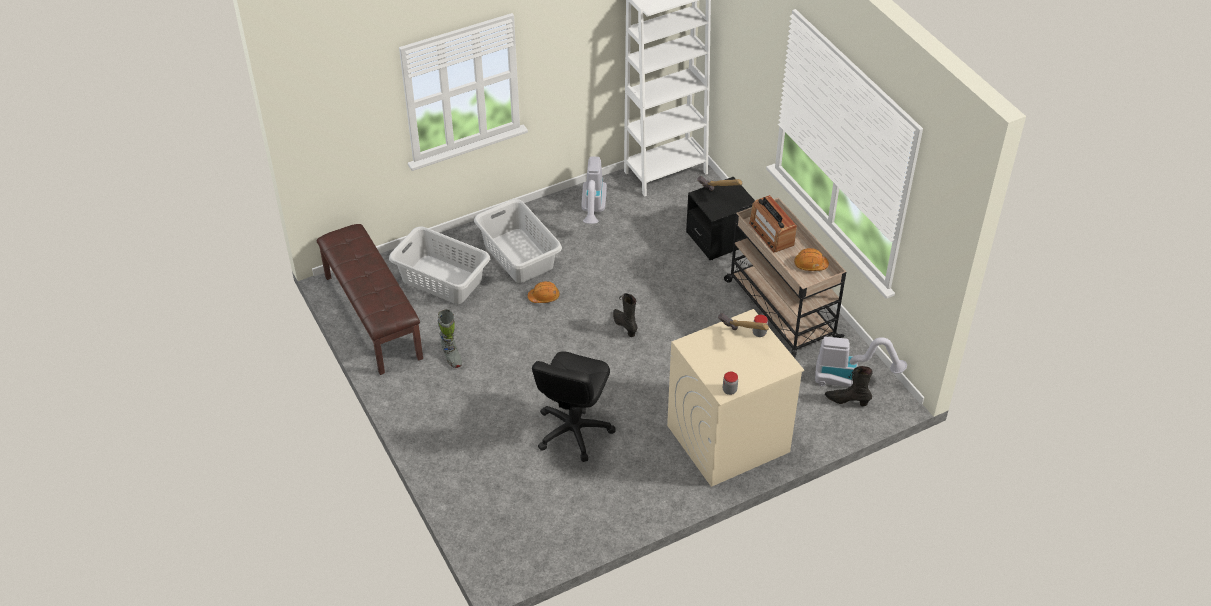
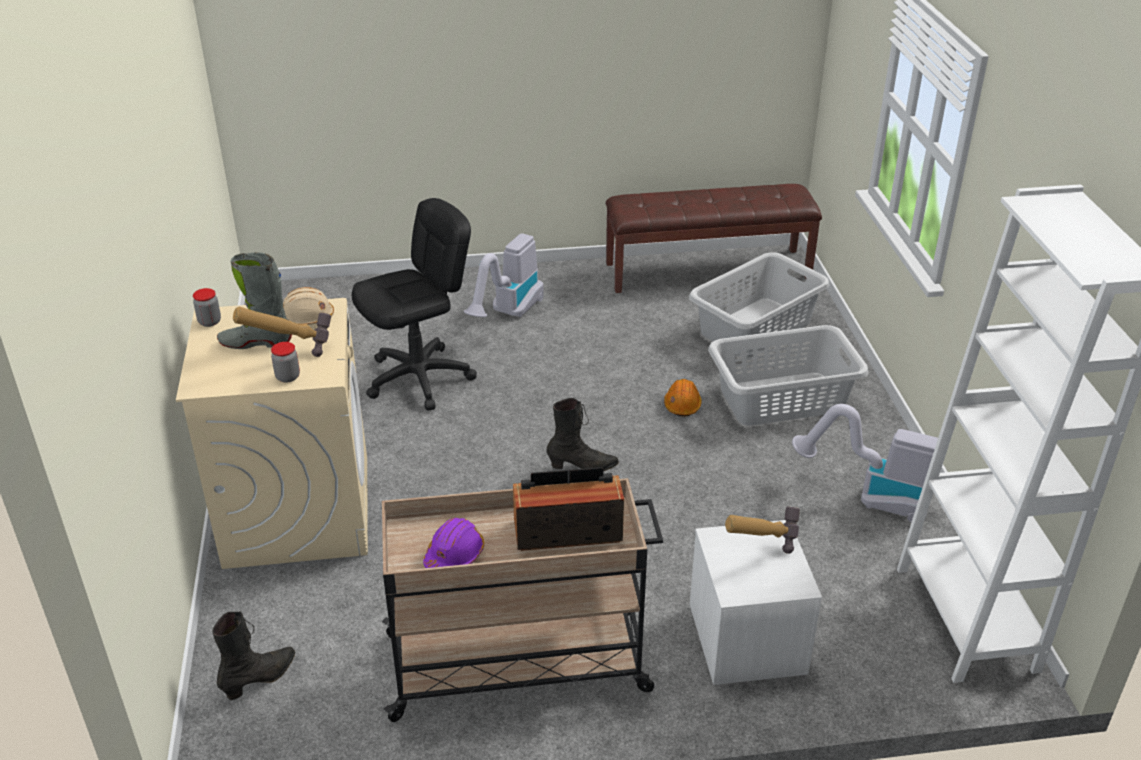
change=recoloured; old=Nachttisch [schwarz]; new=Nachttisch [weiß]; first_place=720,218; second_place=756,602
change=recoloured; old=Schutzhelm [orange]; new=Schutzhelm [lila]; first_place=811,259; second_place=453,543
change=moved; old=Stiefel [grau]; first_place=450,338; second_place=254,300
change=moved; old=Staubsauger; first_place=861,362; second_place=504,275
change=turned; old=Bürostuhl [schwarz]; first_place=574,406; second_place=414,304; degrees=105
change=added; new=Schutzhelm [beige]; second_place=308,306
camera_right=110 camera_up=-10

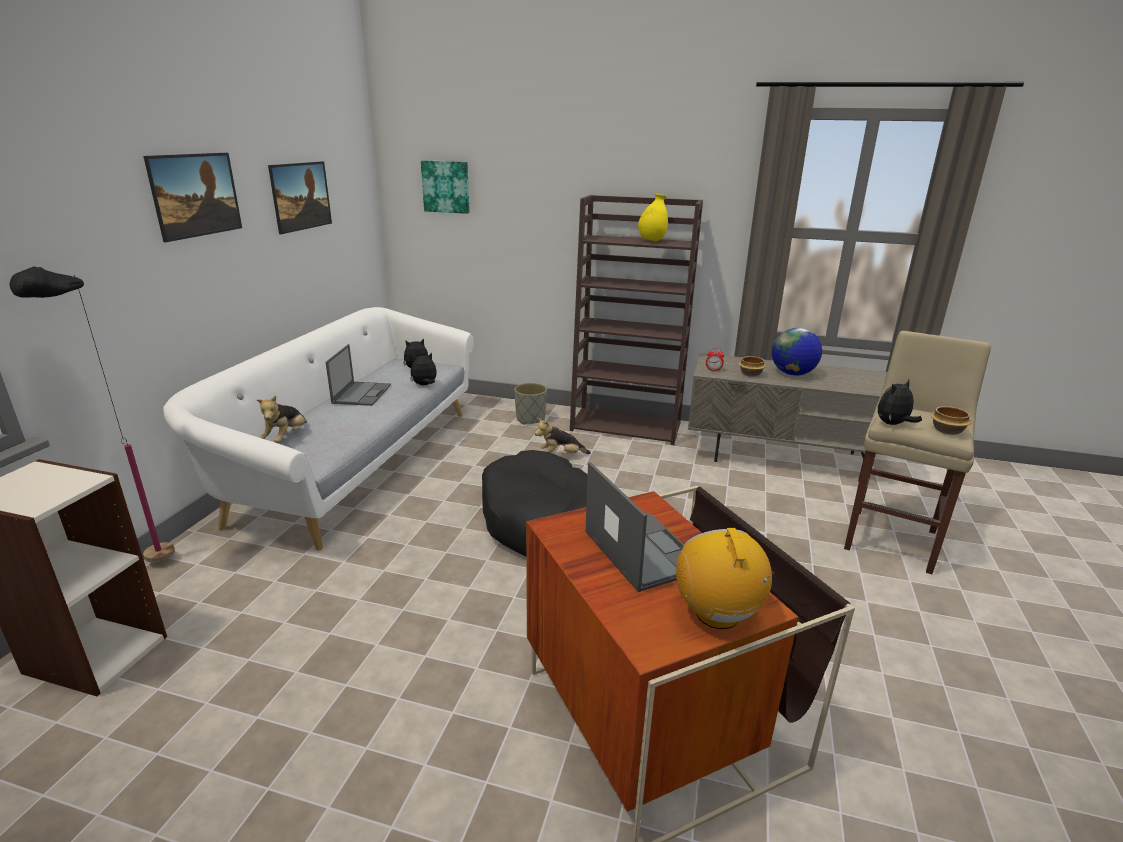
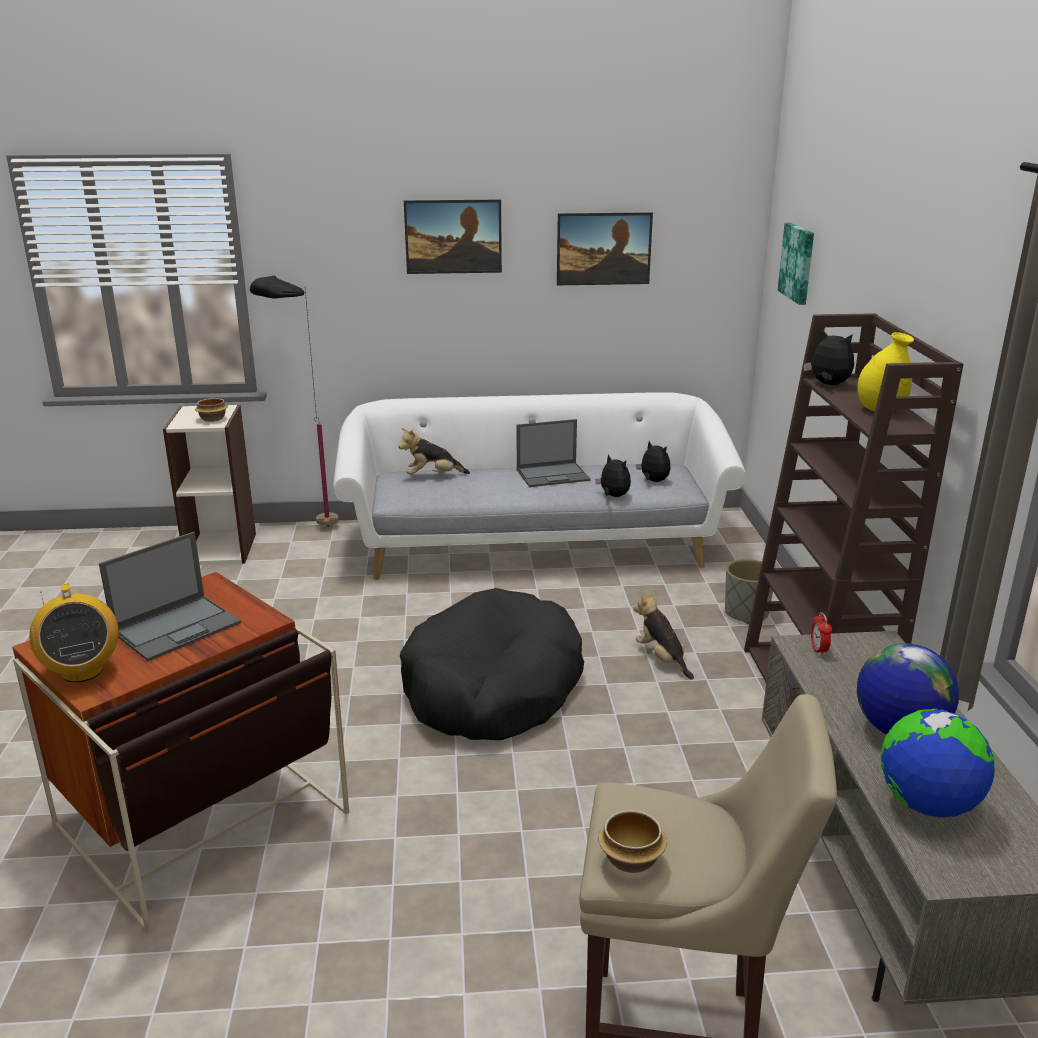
change=moved; old=Schüssel; first_place=752,366; second_place=211,410
change=moved; old=Plüschtier; first_place=900,402; second_place=829,357
change=turned; old=Radio; first_place=725,578; second_place=74,633; degrees=90
change=added; new=Globus; second_place=938,763
camera_right=70 camera_up=0

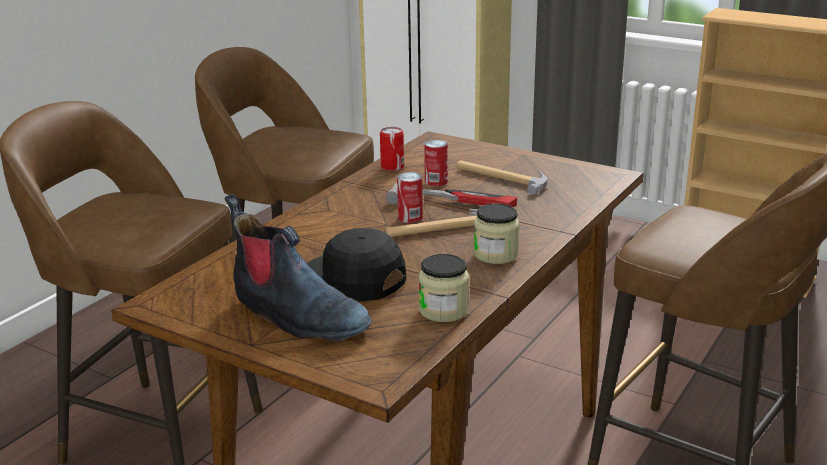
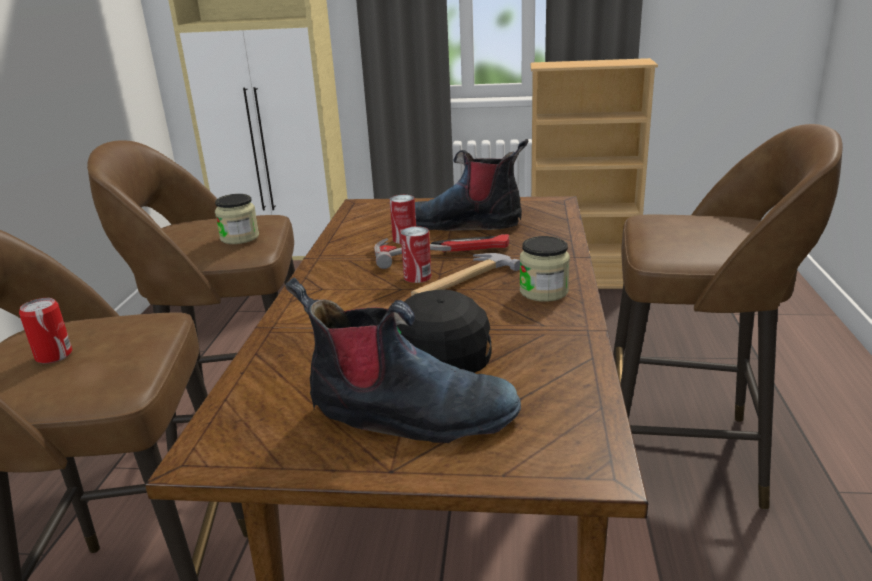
change=moved; old=Dose; first_place=392,149; second_place=45,331
change=replaced; old=Hammer; new=Stiefel; first_place=501,178; second_place=472,185
change=moved; old=Vorratsglas; first_place=444,288; second_place=237,219
camera_right=-25 camera_up=0

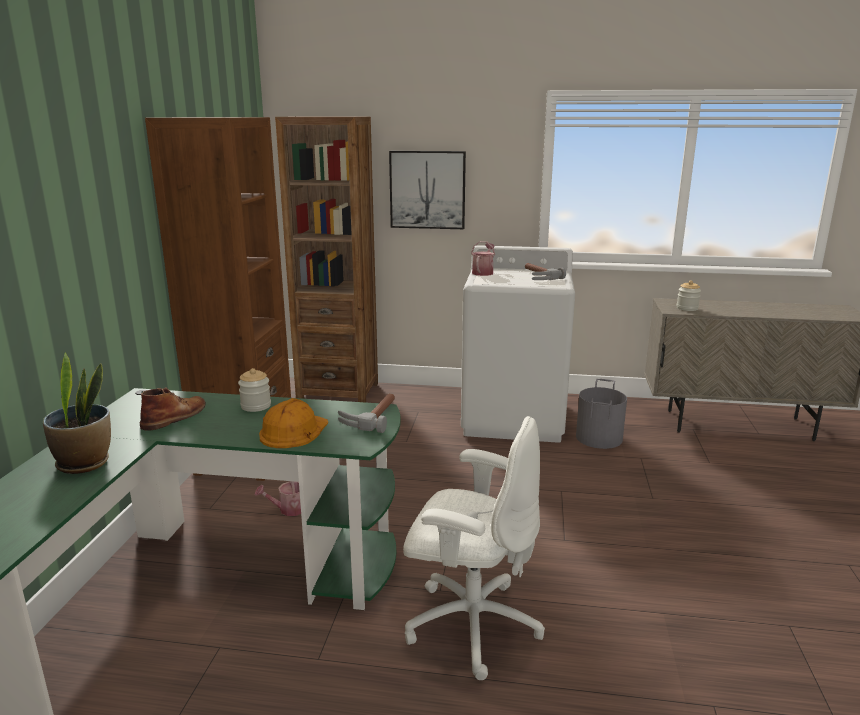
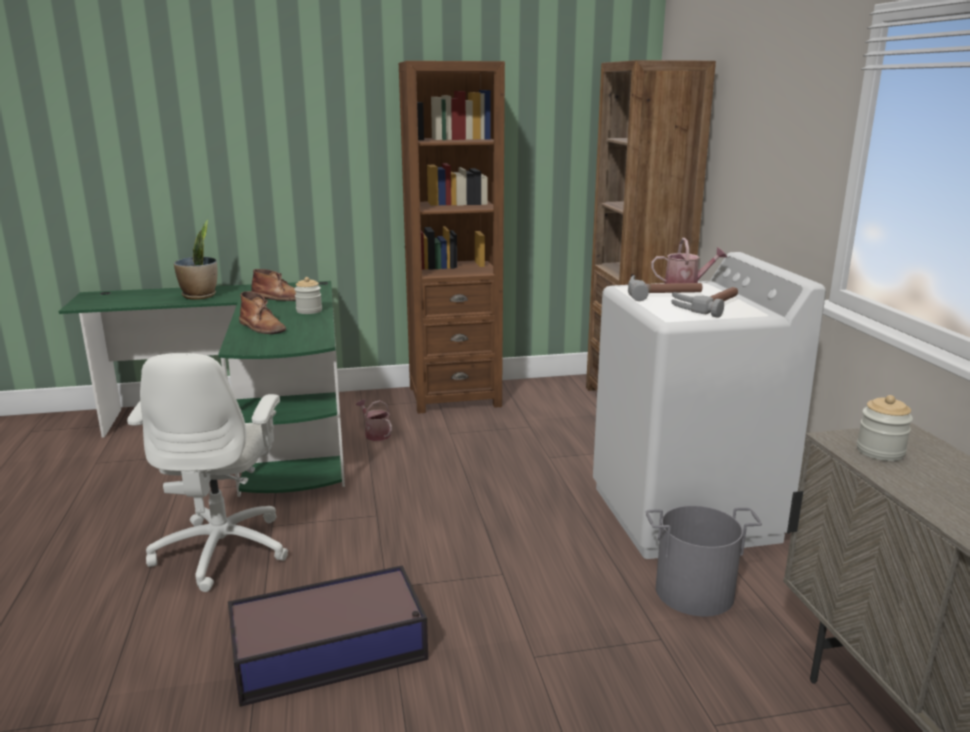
change=removed; old=Bild; first_place=427,190
change=moved; old=Hammer; first_place=366,413; second_place=665,288
change=replaced; old=Schutzhelm [orange]; new=Stiefel [braun]; first_place=293,423; second_place=262,312
change=added; new=Aufbewahrungsbox; second_place=328,636
camera_right=70 camera_up=0

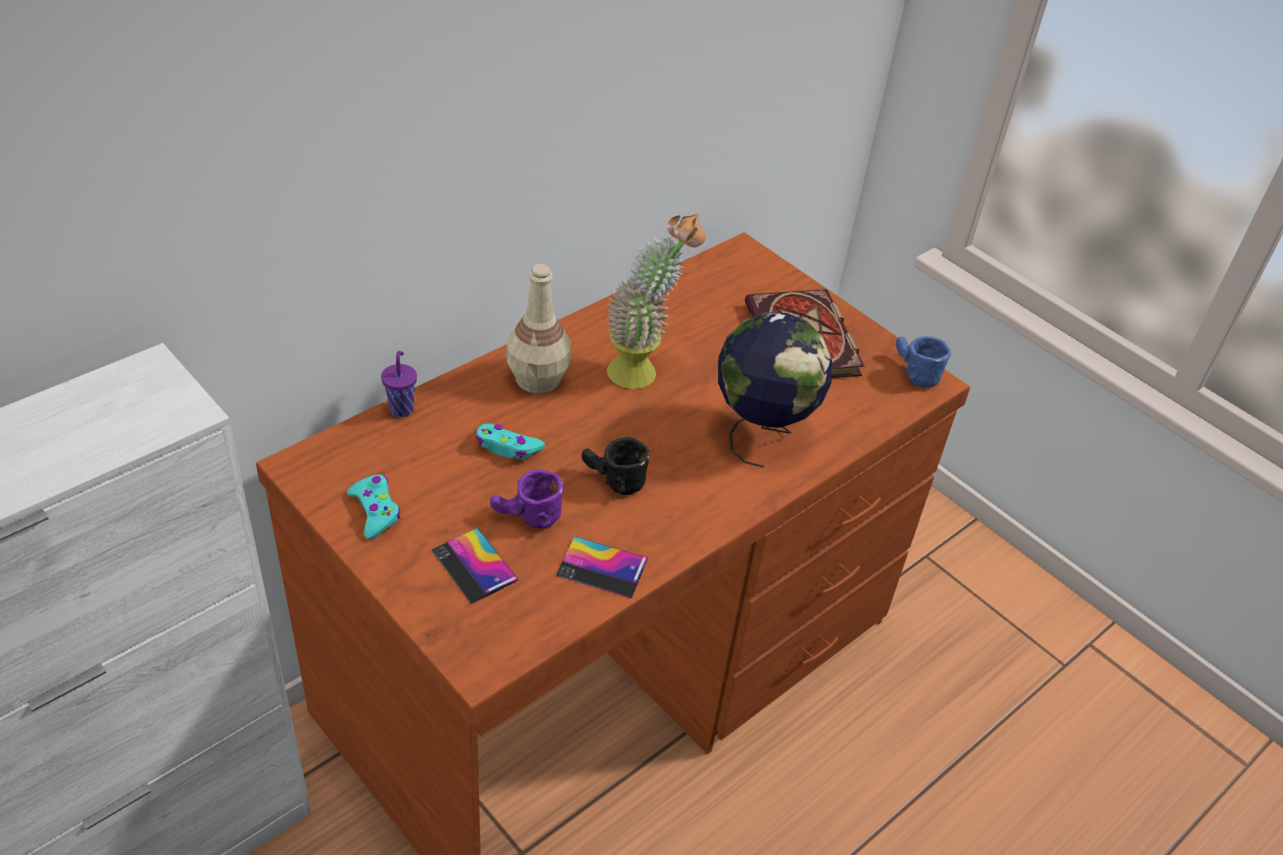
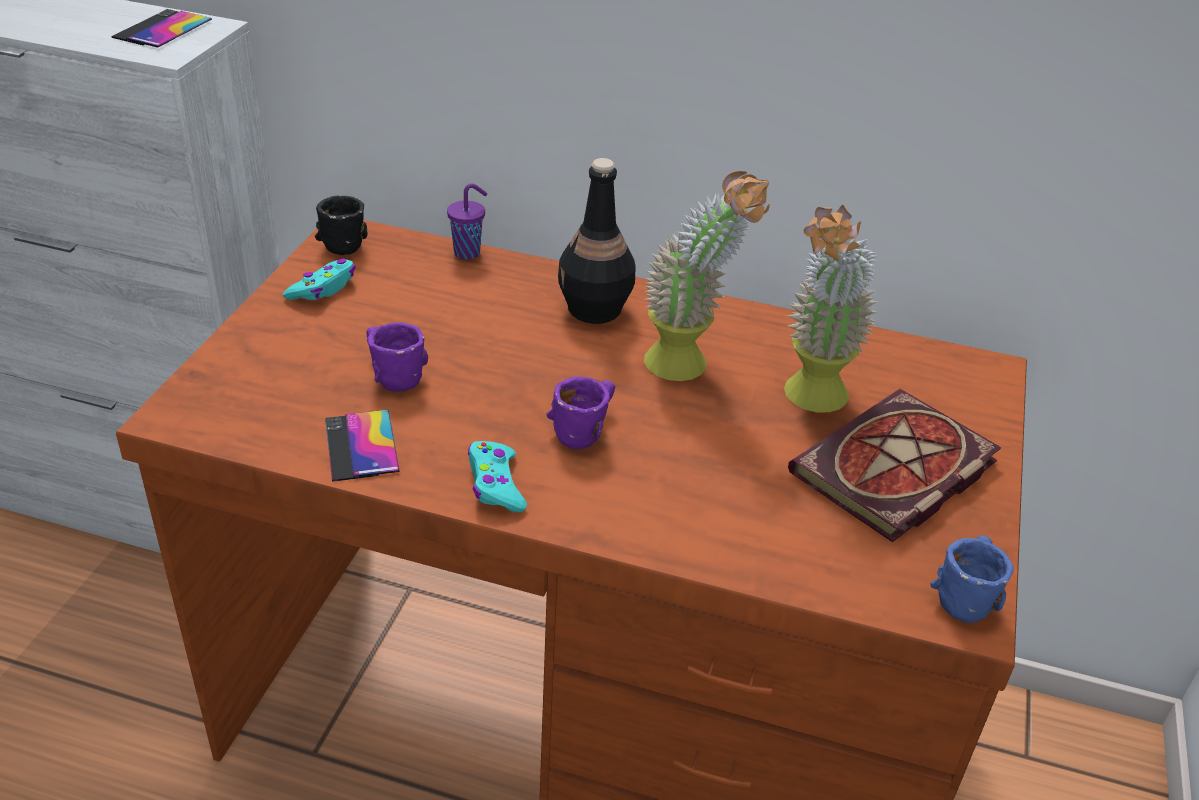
change=recoloured; old=Flasche [beige]; new=Flasche [schwarz]; first_place=538,329; second_place=597,241
change=removed; old=Globus; first_place=775,390
change=moved; old=Gamepad [türkis]; first_place=510,441; second_place=497,476
change=moved; old=Henkelbecher [schwarz]; first_place=615,466; second_place=341,225
change=moved; old=Handy; first_place=475,566; second_place=162,28
change=added; new=Topfpflanze; second_place=830,309
change=added; new=Henkelbecher [lila]; second_place=580,413
camera_right=60 camera_up=-5

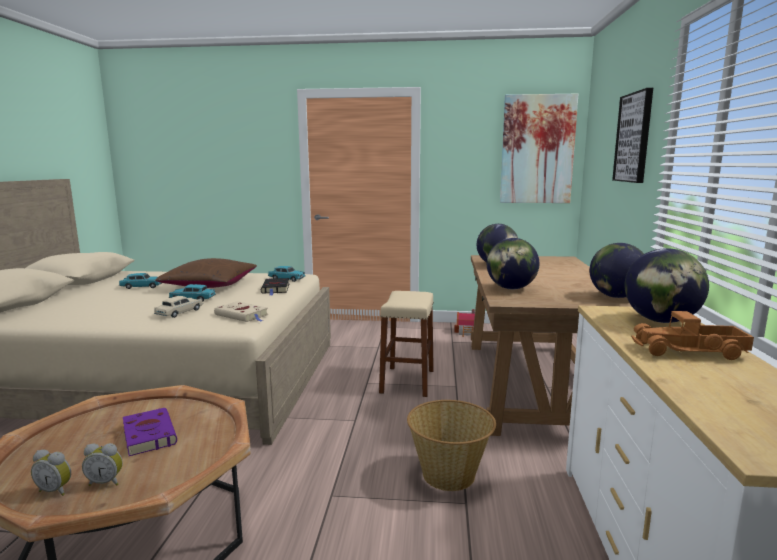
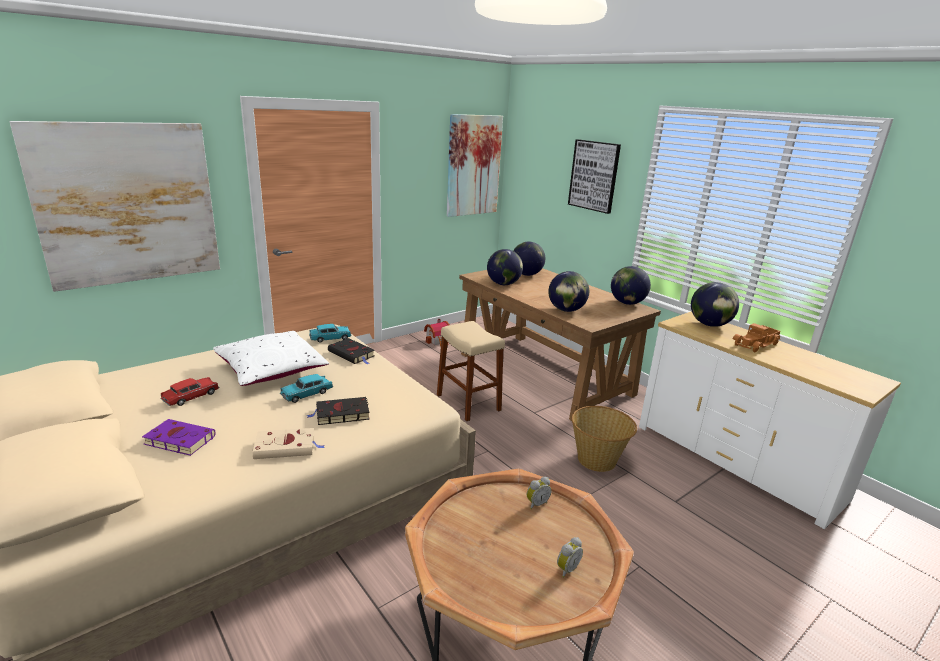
change=recoloured; old=Kissen [braun]; new=Kissen [weiß]; first_place=206,273; second_place=271,358
change=recoloured; old=Spielzeugauto [türkis]; new=Spielzeugauto [rot]; first_place=140,281; second_place=189,391
change=replaced; old=Spielzeugauto [beige]; new=Buch [schwarz]; first_place=178,307; second_place=338,411
change=moved; old=Buch [beige]; first_place=241,311; second_place=288,443
change=moved; old=Buch [lila]; first_place=150,432; second_place=179,437
change=moved; old=Wecker; first_place=51,473; second_place=539,493
change=added; new=Bild; second_place=114,206
change=added; new=Globus; second_place=529,259
camera_right=-45 camera_up=10

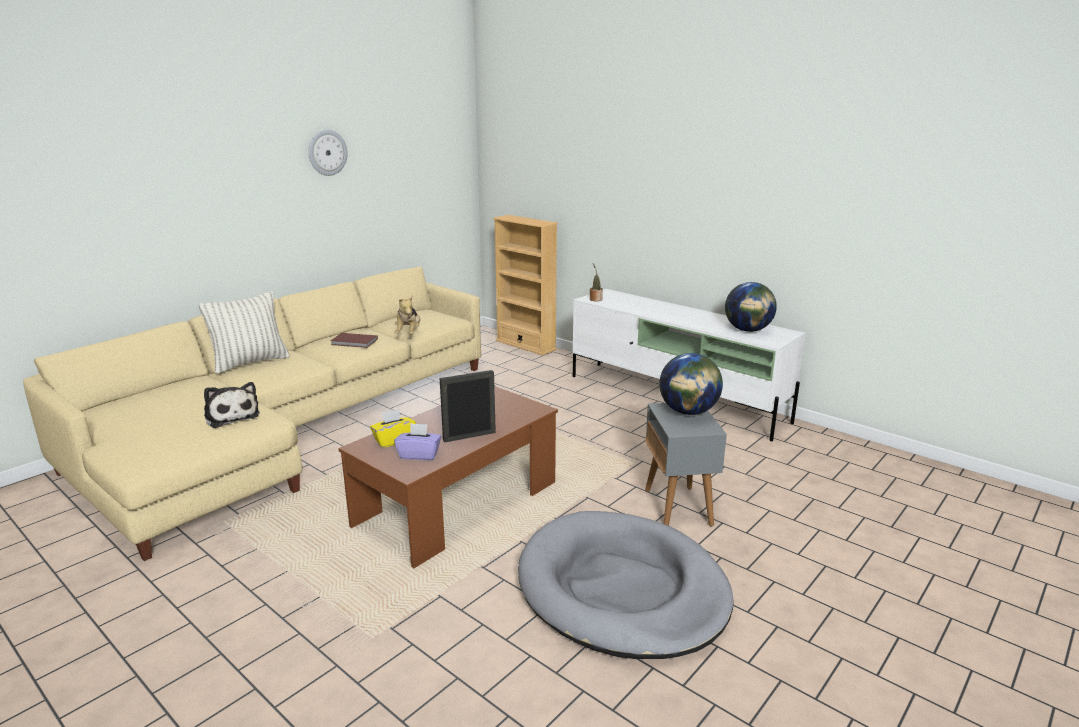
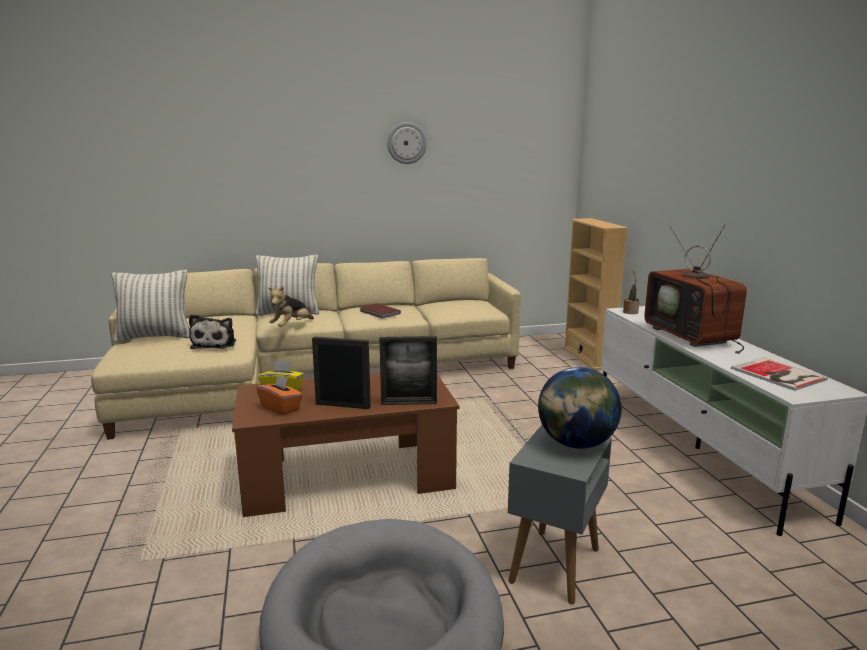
change=replaced; old=Globus; new=Buch; first_place=751,307; second_place=779,374
change=moved; old=Plüschtier; first_place=407,315; second_place=291,306
change=recoloured; old=Taschentuchbox [lila]; new=Taschentuchbox [orange]; first_place=417,441; second_place=279,394
change=added; new=Fernseher; second_place=695,289
change=added; new=Kissen; second_place=150,306
change=added; new=Bilderrahmen; second_place=408,370
camera_right=35 camera_up=-5

